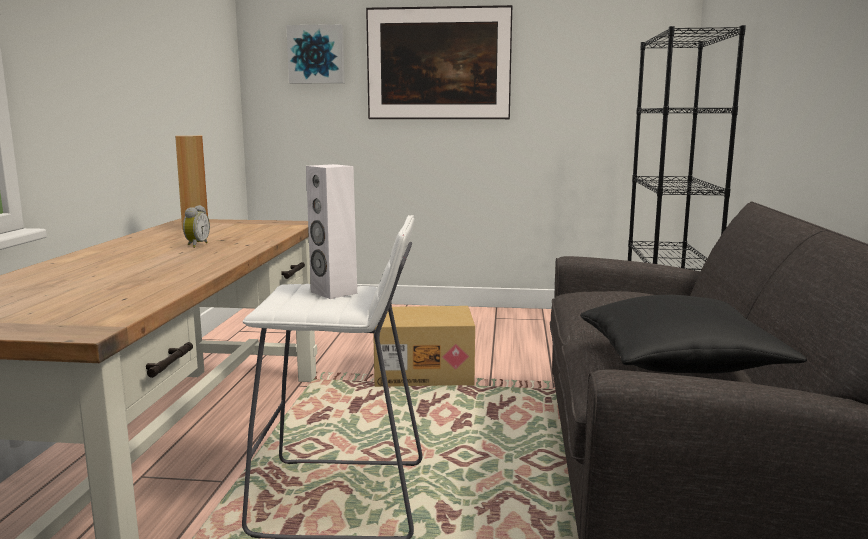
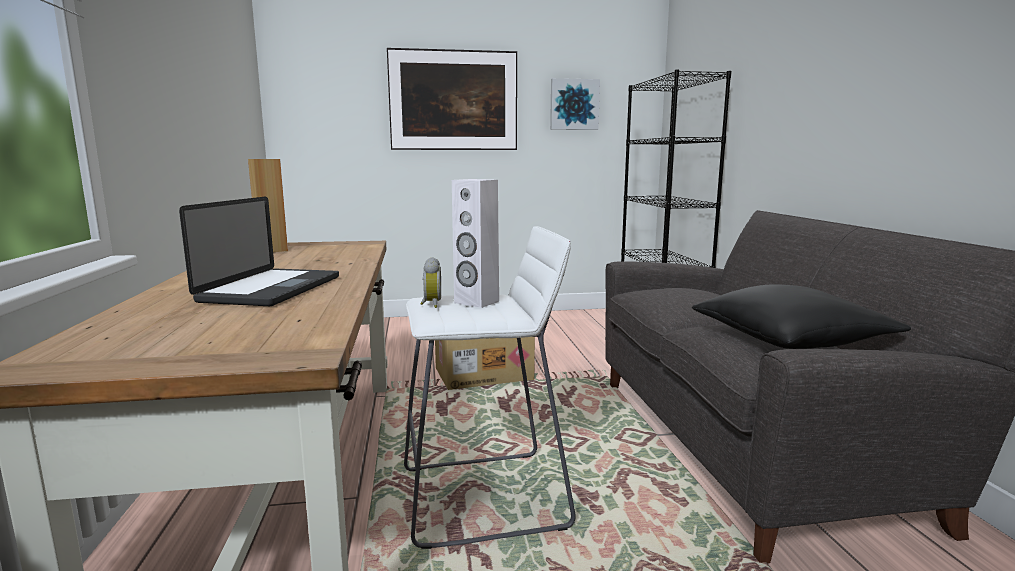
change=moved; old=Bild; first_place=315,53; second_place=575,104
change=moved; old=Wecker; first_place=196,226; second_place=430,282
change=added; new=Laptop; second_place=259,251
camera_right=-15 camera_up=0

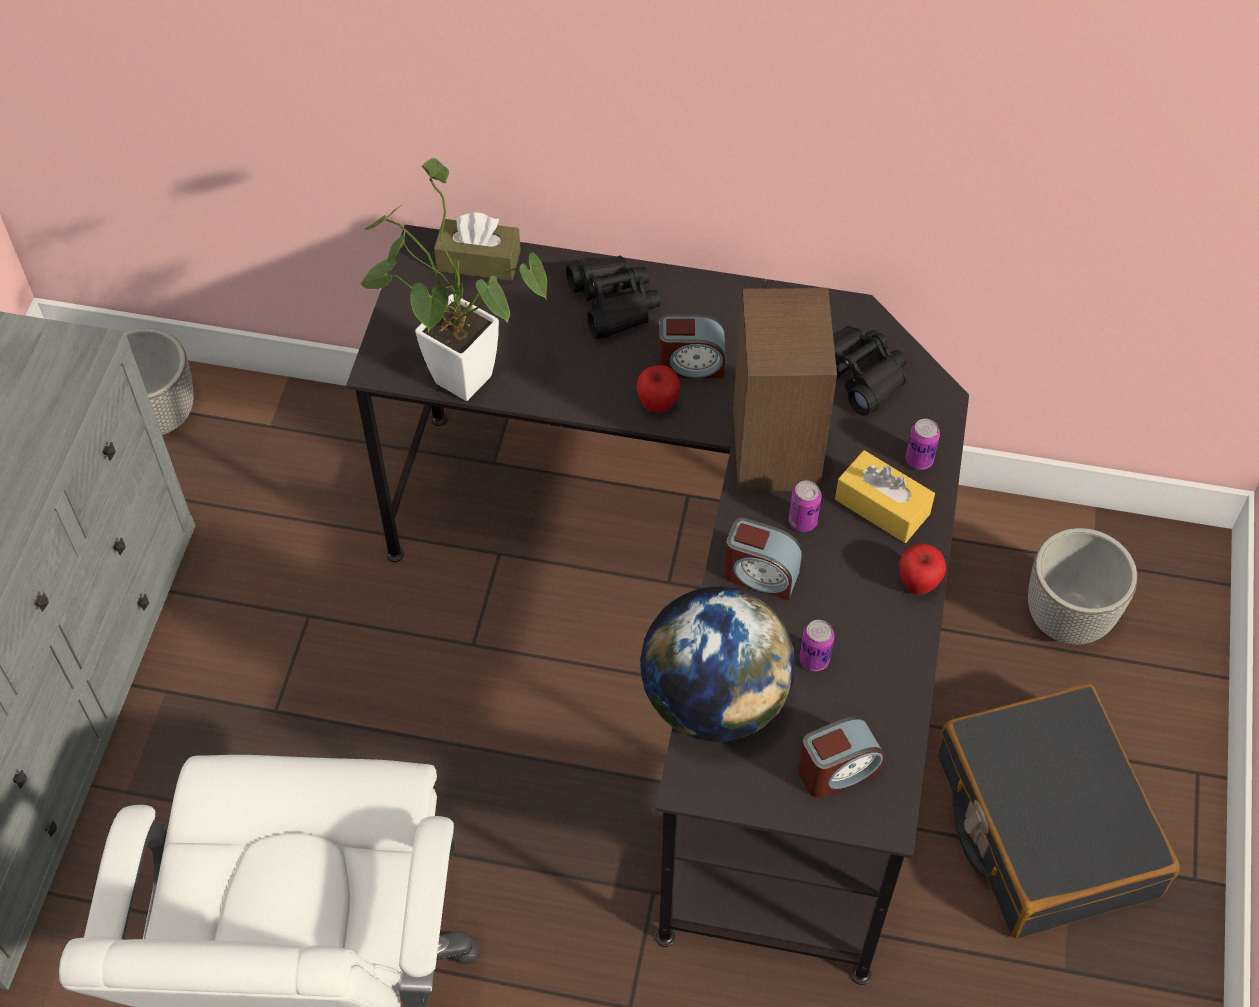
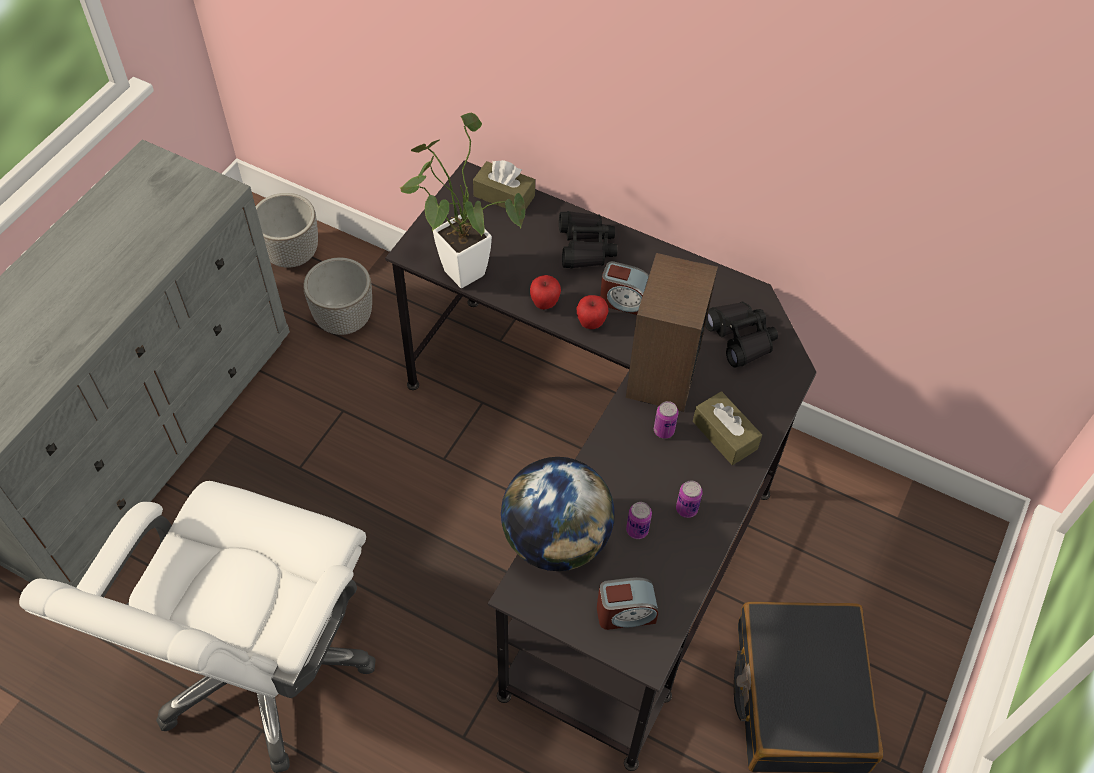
change=moved; old=Dose; first_place=923,444; second_place=689,499
change=recoloured; old=Taschentuchbox [gelb]; new=Taschentuchbox [braun]; first_place=885,496; second_place=727,428
change=removed; old=Wecker; first_place=763,559
change=moved; old=Pflanzkübel; first_place=1082,586; second_place=337,296
change=moved; old=Apfel; first_place=922,569; second_place=545,292
camera_right=15 camera_up=0

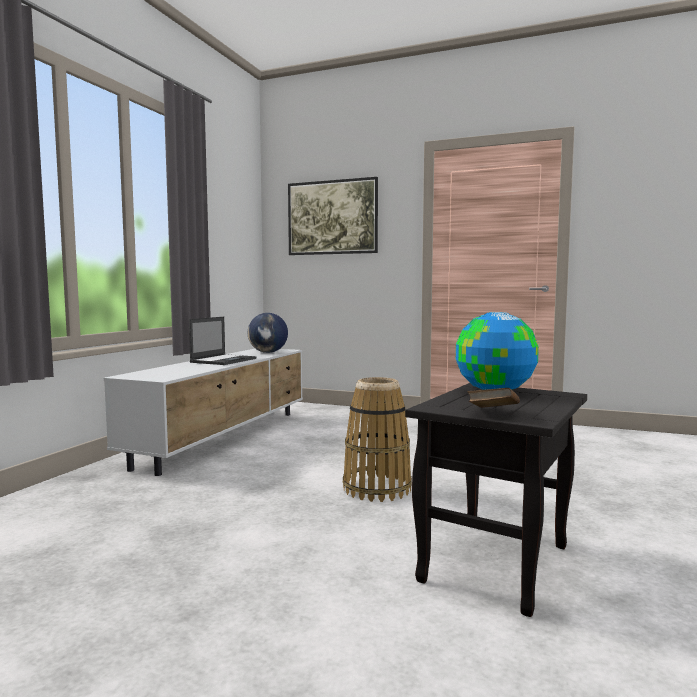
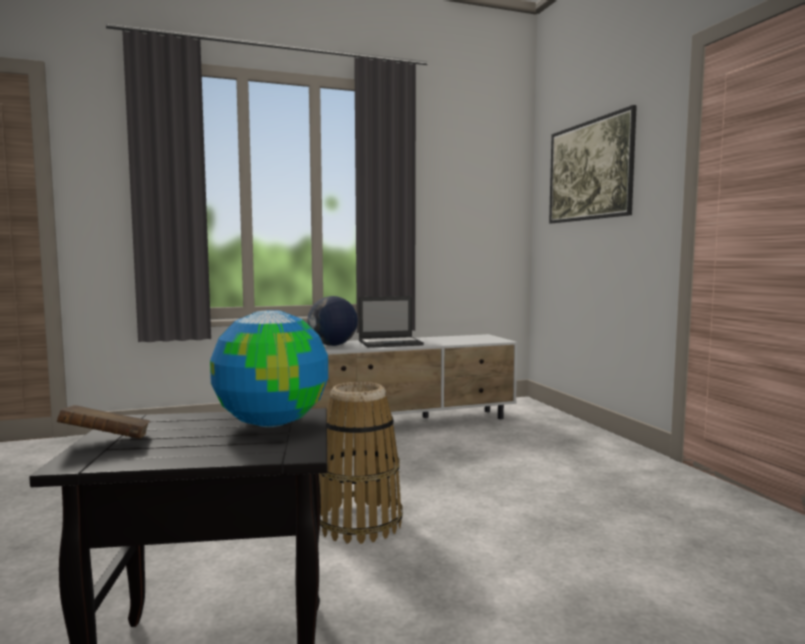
change=moved; old=Globus; first_place=268,333; second_place=333,321
camera_right=50 camera_up=0

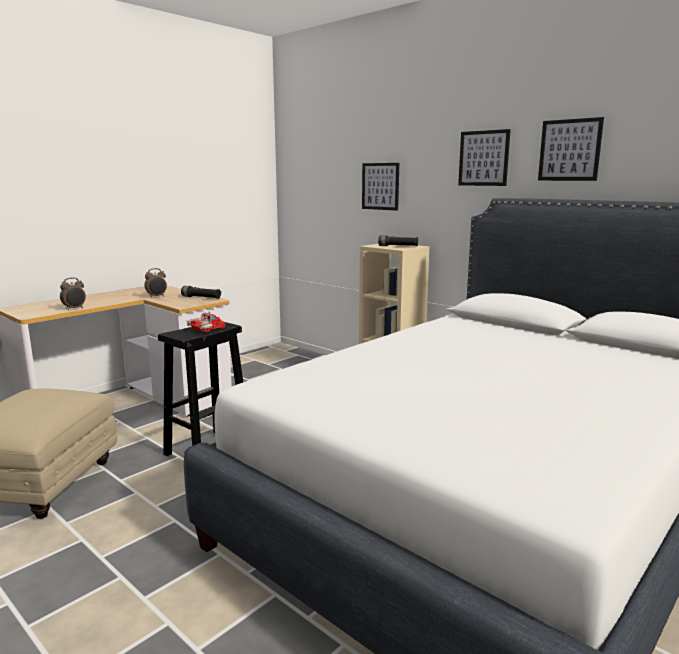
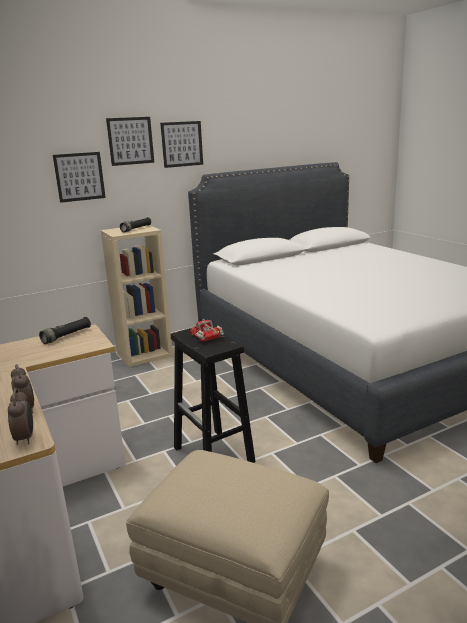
change=moved; old=Bild; first_place=571,149; second_place=130,141
change=moved; old=Wecker; first_place=155,283; second_place=20,416
camera_right=-70 camera_up=5

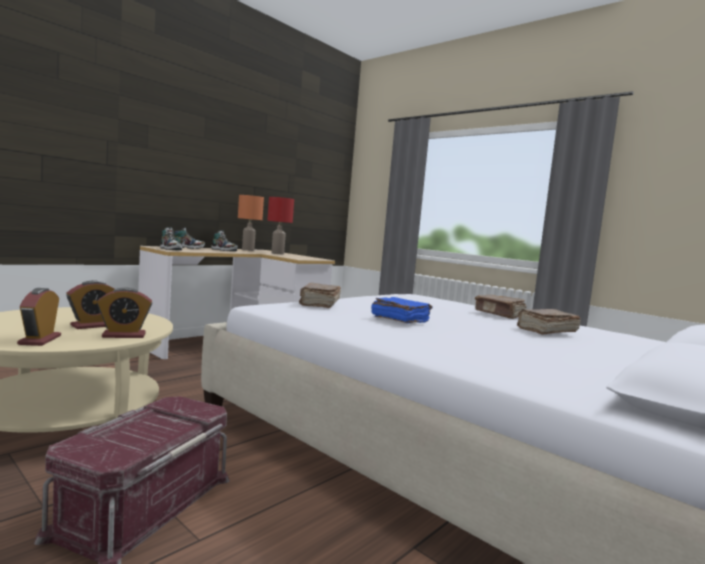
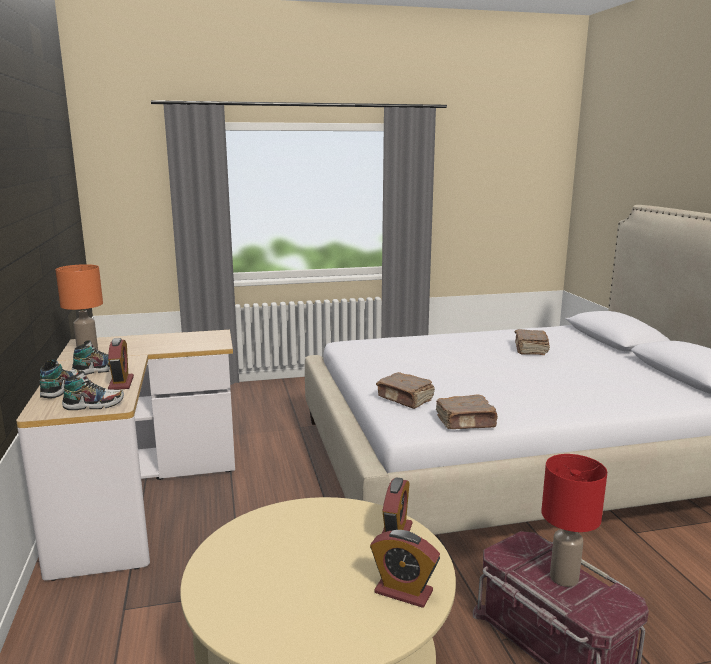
change=moved; old=Tischlampe [rot]; first_place=280,225; second_place=574,520
change=moved; old=Wecker; first_place=90,304; second_place=121,364
change=moved; old=Buch [braun]; first_place=501,307; second_place=467,411
change=removed; old=Buch [blau]; first_place=401,310
camera_right=-55 camera_up=10

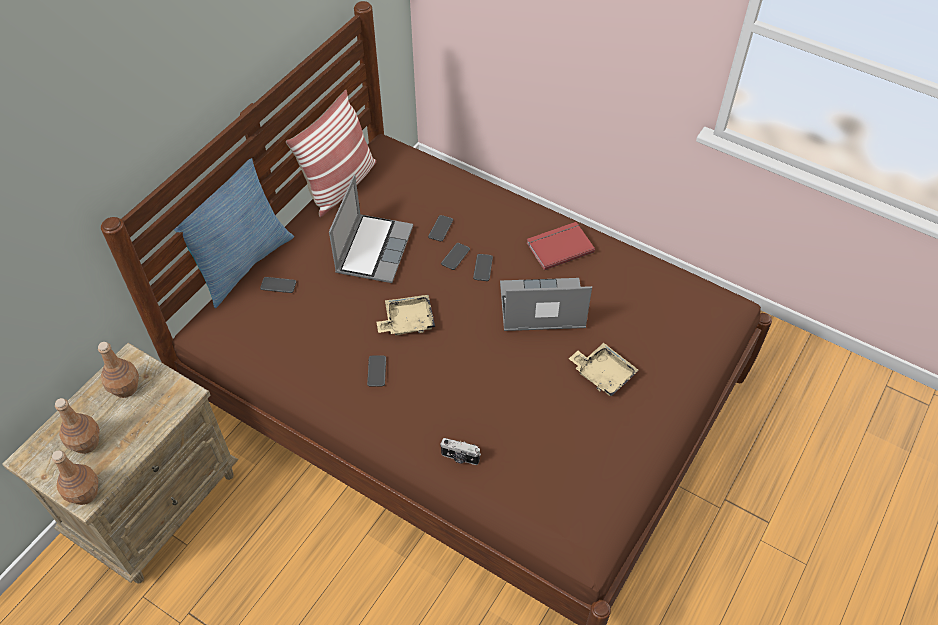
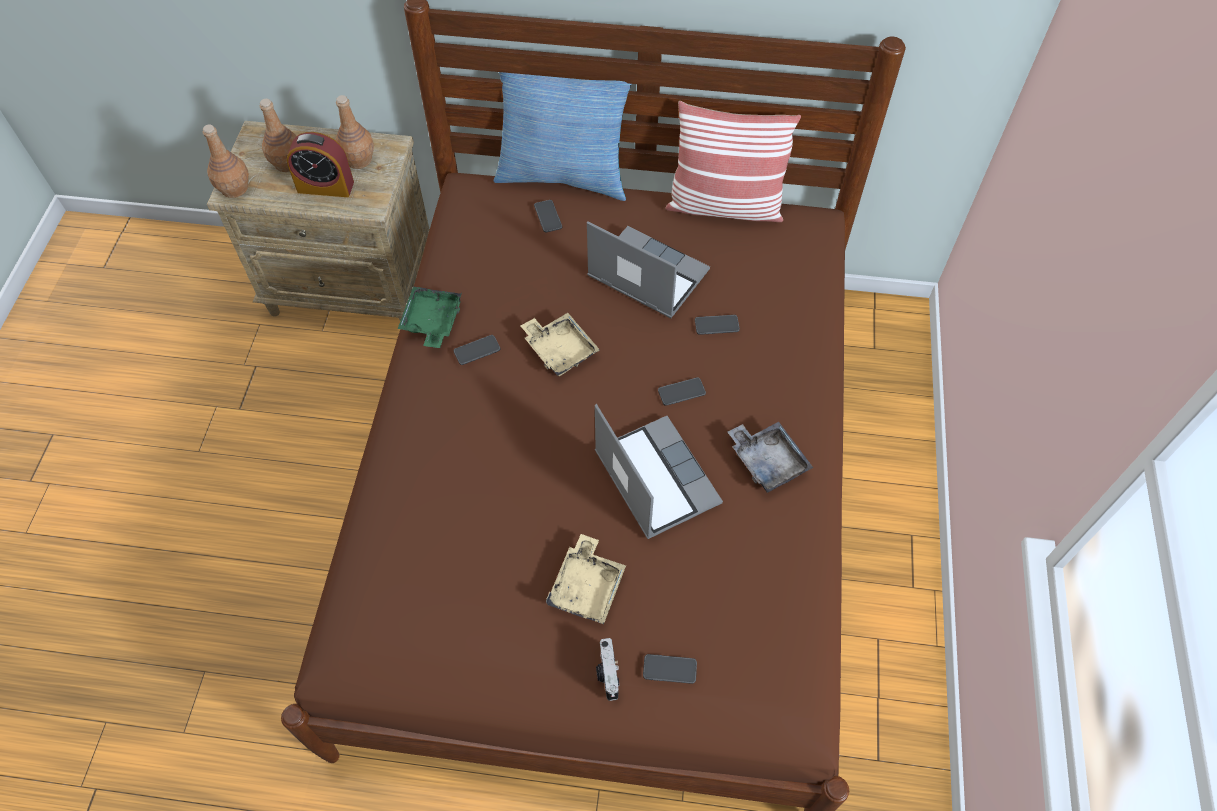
change=turned; old=Laptop; first_place=371,228; second_place=648,269; degrees=-135
change=replaced; old=Buch [rot]; new=Tablett [grau]; first_place=561,246; second_place=770,457
change=moved; old=Handy; first_place=455,256; second_place=670,669
change=moved; old=Kamera; first_place=460,451; second_place=608,669
change=added; new=Wecker; second_place=320,164
change=added; new=Tablett [grün]; second_place=430,317
camera_right=65 camera_up=5

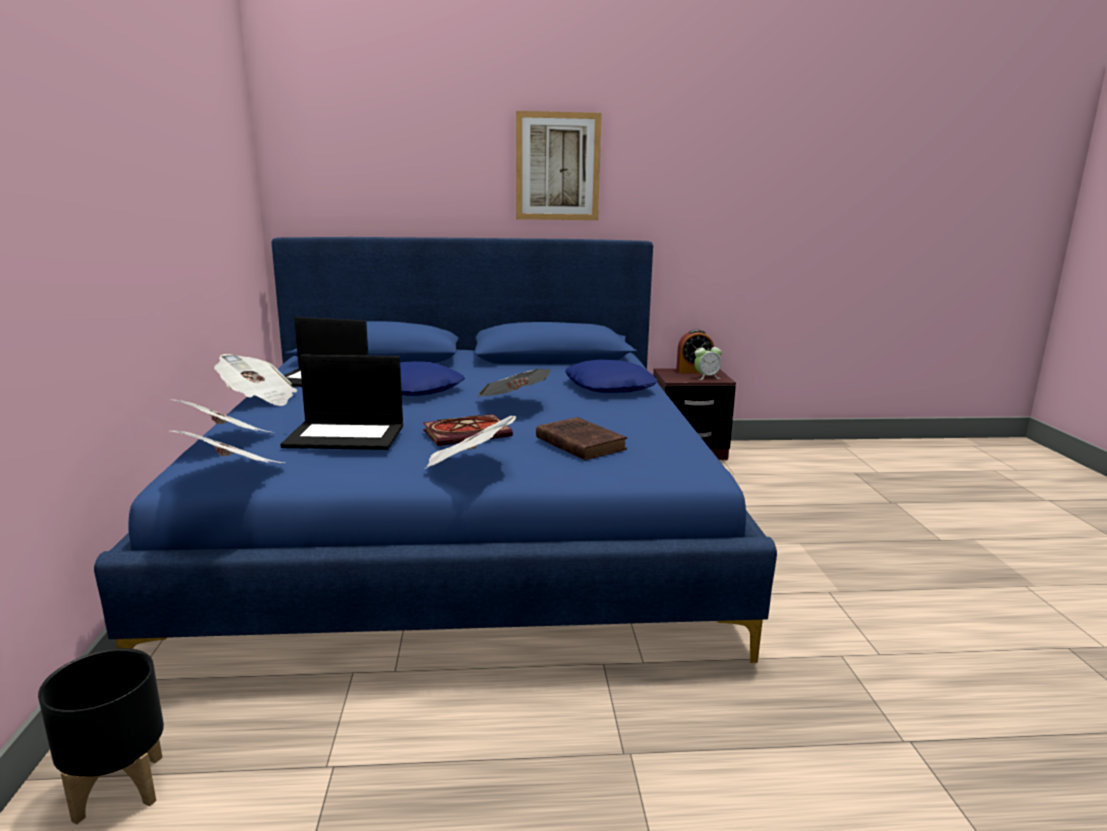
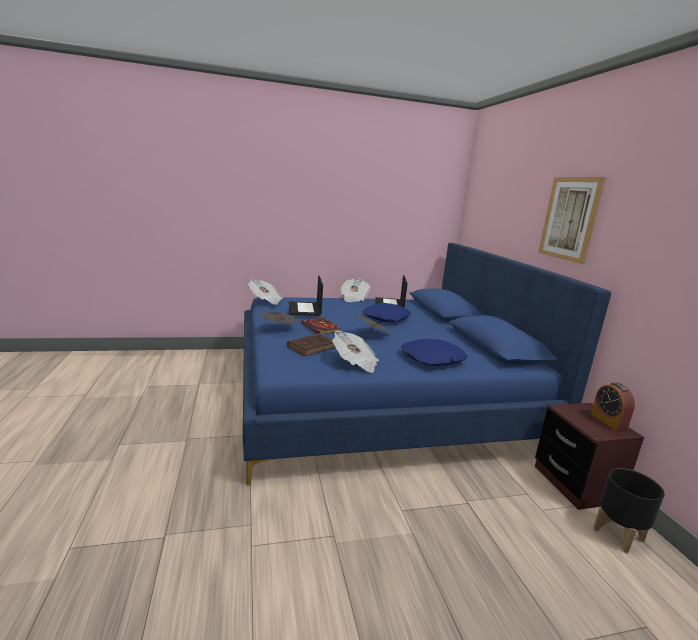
change=removed; old=Wecker; first_place=708,361
change=moved; old=Zeitung; first_place=220,415; second_place=355,352
change=moved; old=Pflanzkübel [schwarz]; first_place=101,736; second_place=629,510
camera_right=80 camera_up=0

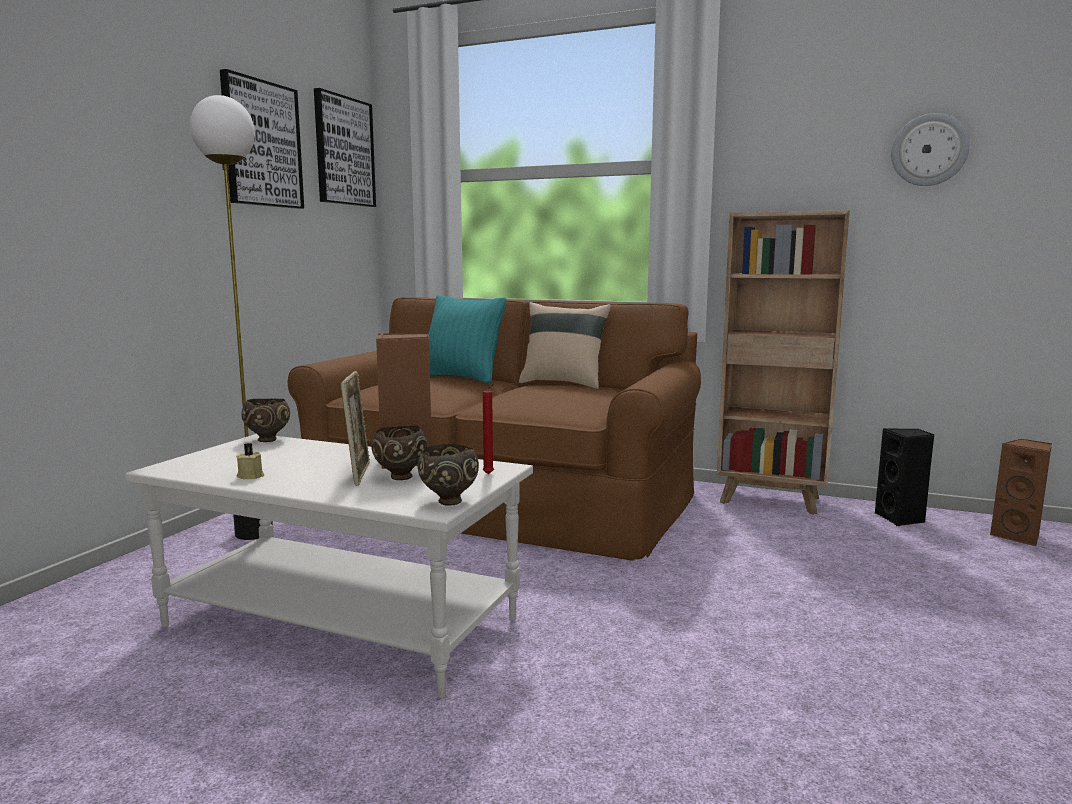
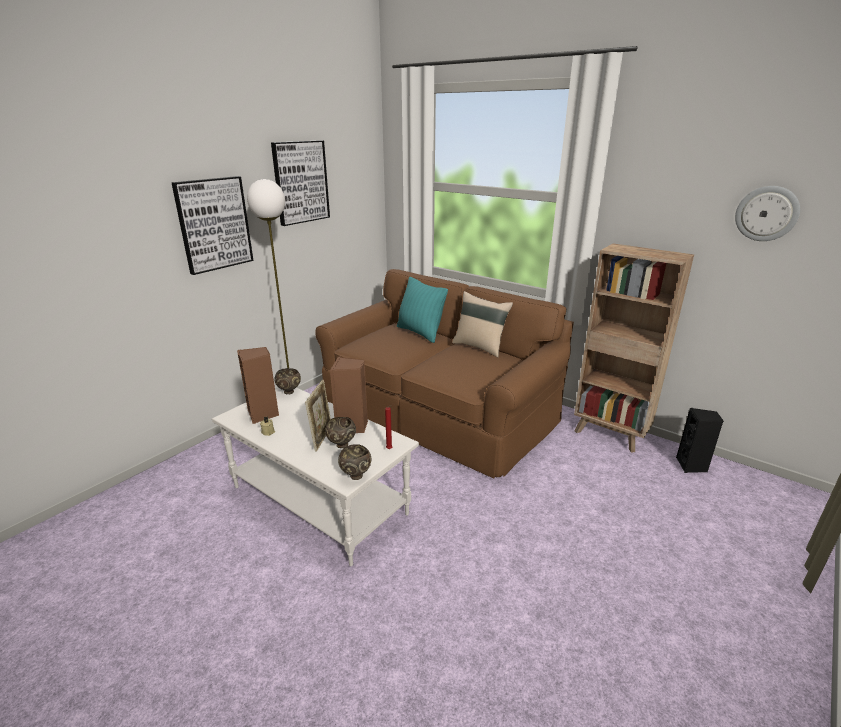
change=moved; old=Bild; first_place=345,147; second_place=212,225
change=moved; old=Lautsprecher [braun]; first_place=1021,492; second_place=258,385
camera_right=15 camera_up=15

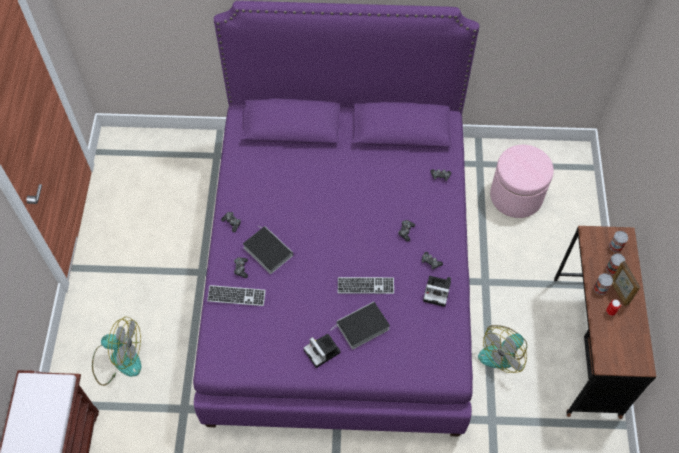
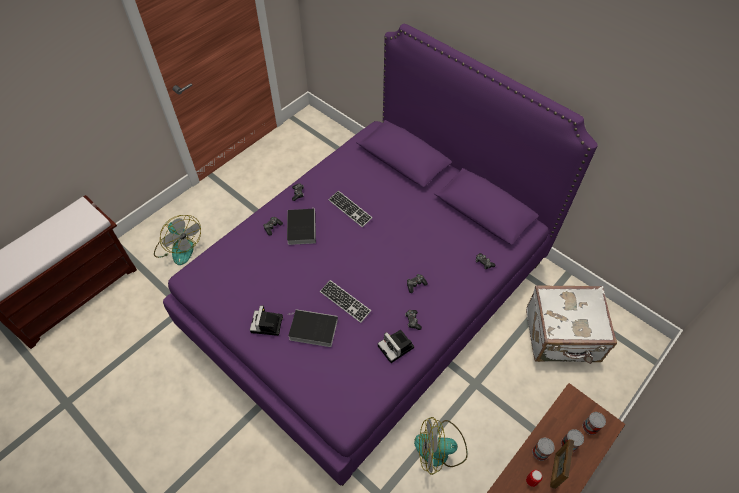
change=replaced; old=Polsterhocker [rosa]; new=Koffer [weiß]; first_place=522,181; second_place=571,324
change=moved; old=Tastatur; first_place=236,295; second_place=350,209
camera_right=40 camera_up=-5

